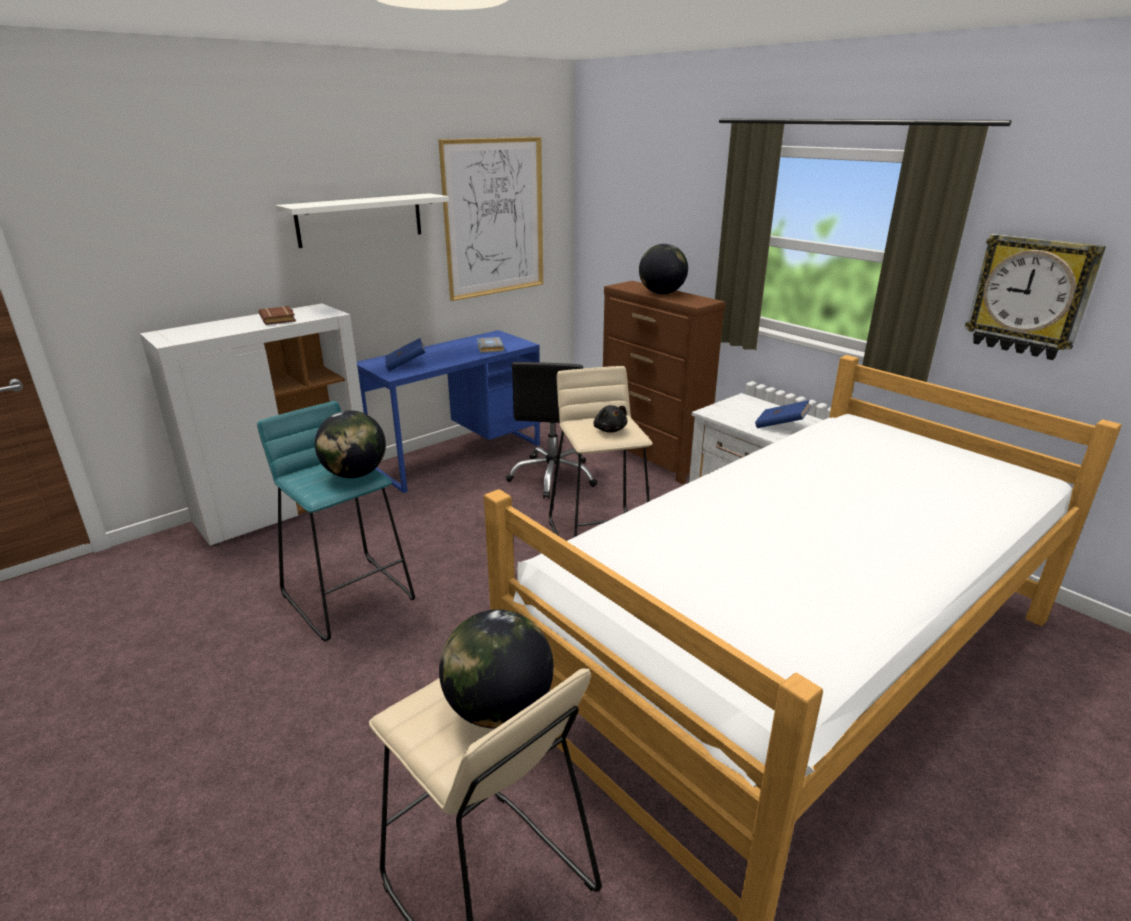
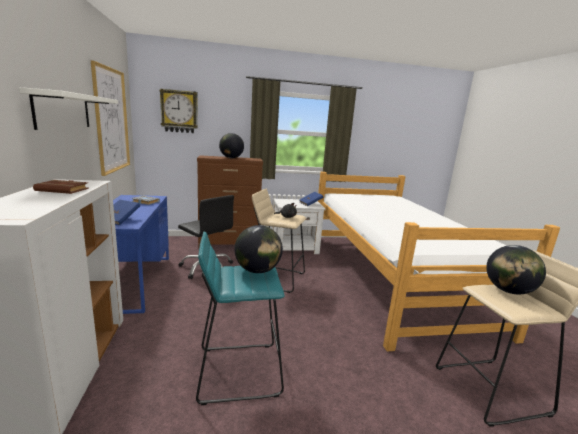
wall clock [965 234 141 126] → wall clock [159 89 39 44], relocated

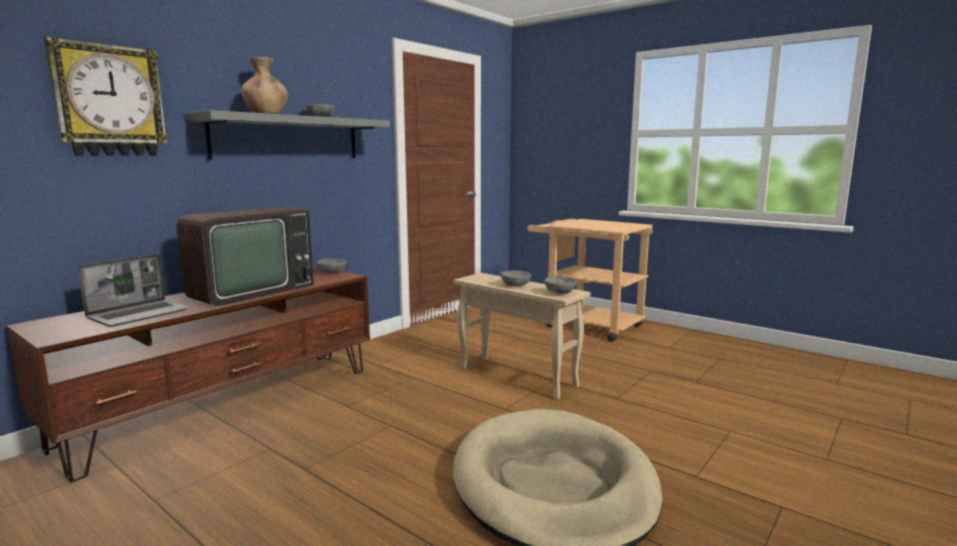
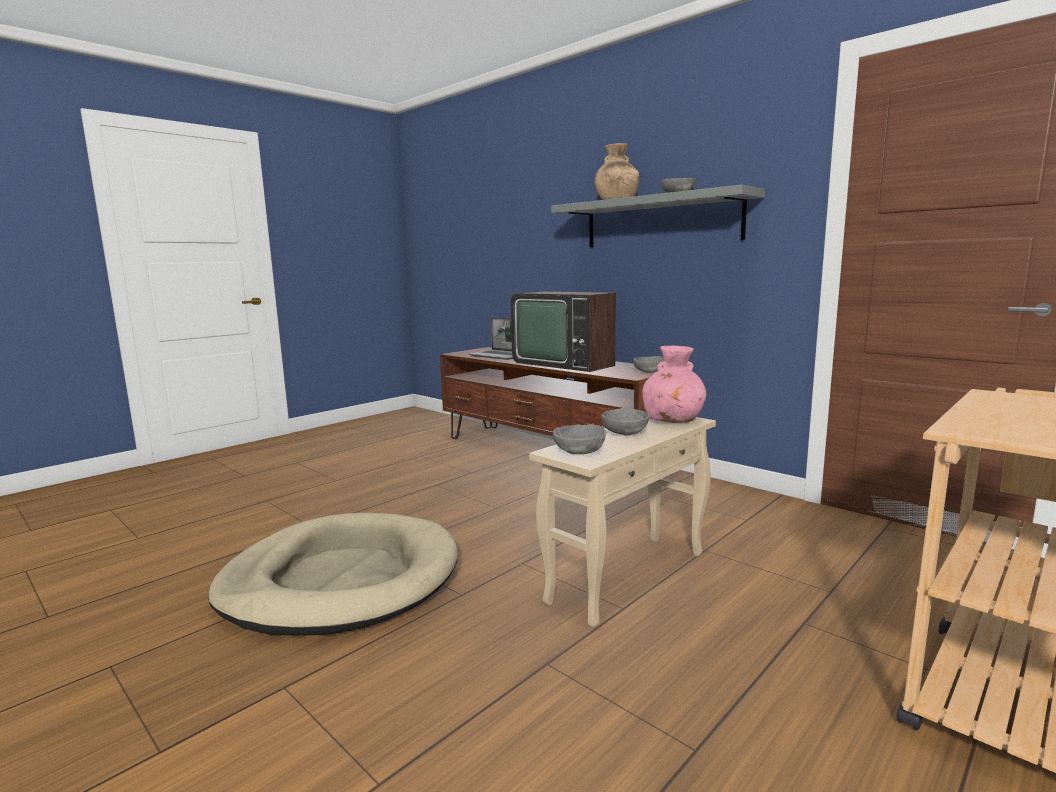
wall clock [44 37 124 119] → -
- → pink vase [642 346 64 77]

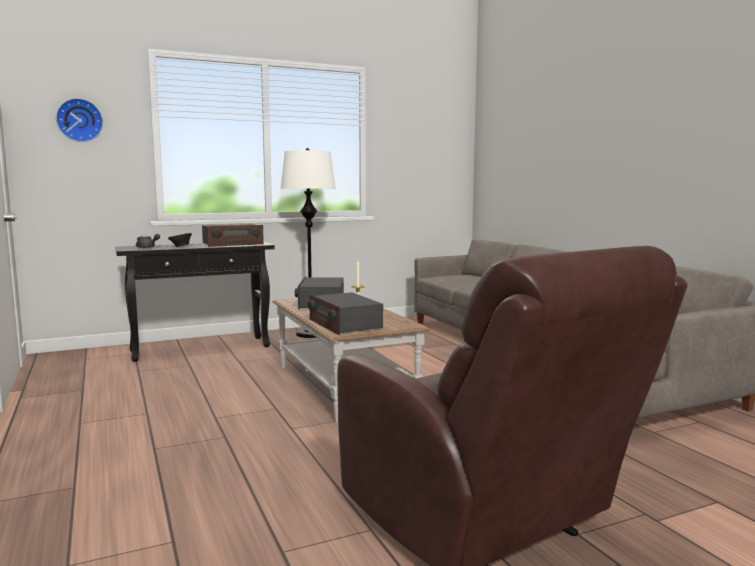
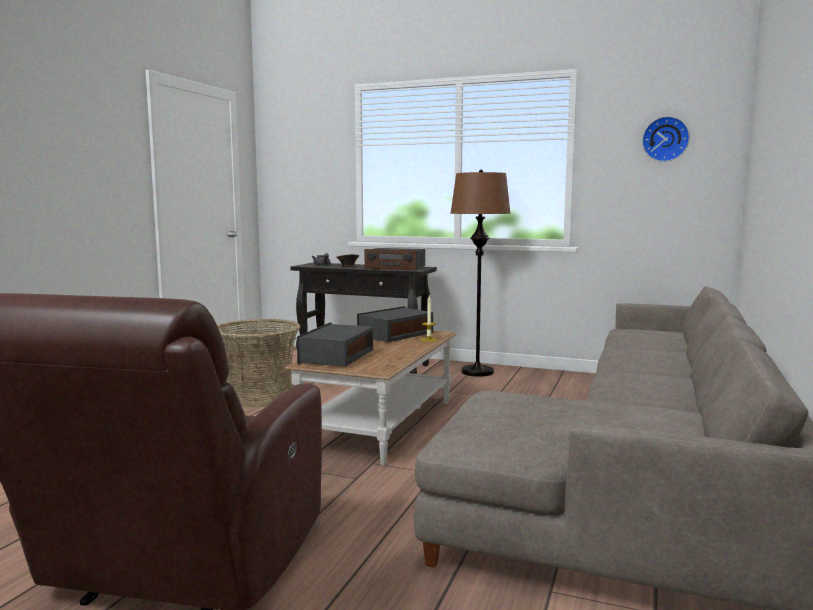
wall clock [56 98 47 44] → wall clock [642 116 48 46], relocated
white floor lamp [281 148 55 190] → brown floor lamp [450 170 61 207]
- → basket [217 319 83 88]

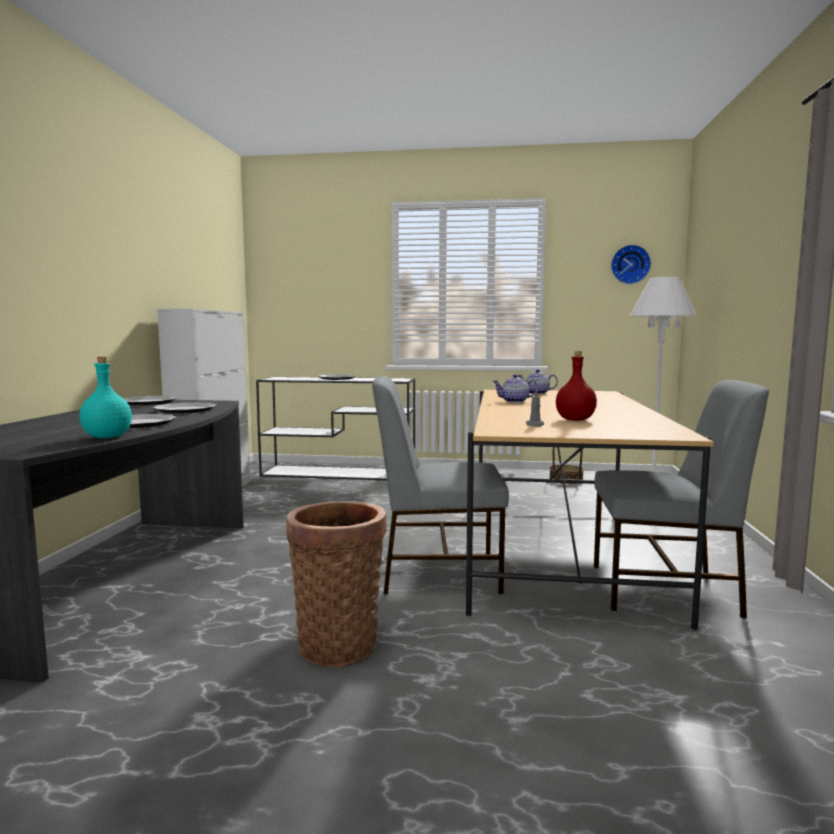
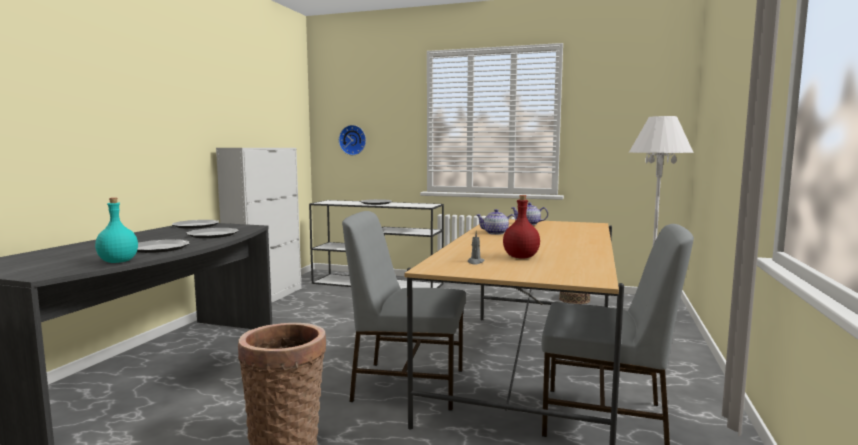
wall clock [611 245 40 39] → wall clock [339 125 27 30], relocated

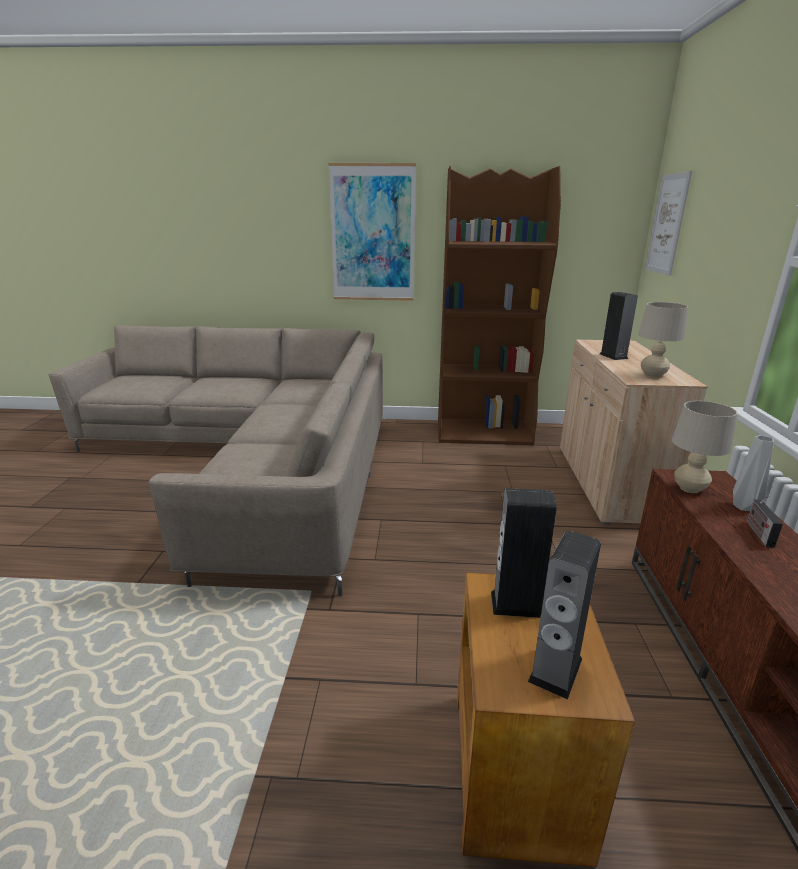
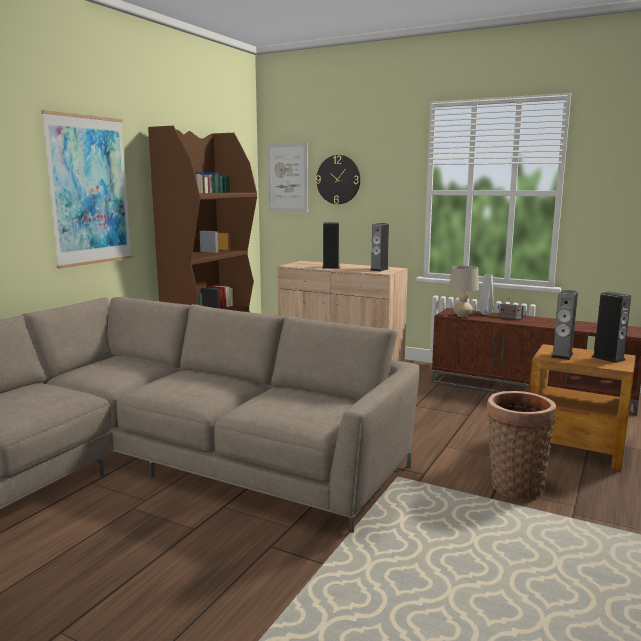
beige table lamp [638 302 50 76] → speaker [370 223 19 48]
- → wall clock [316 155 44 49]
- → basket [487 391 69 109]

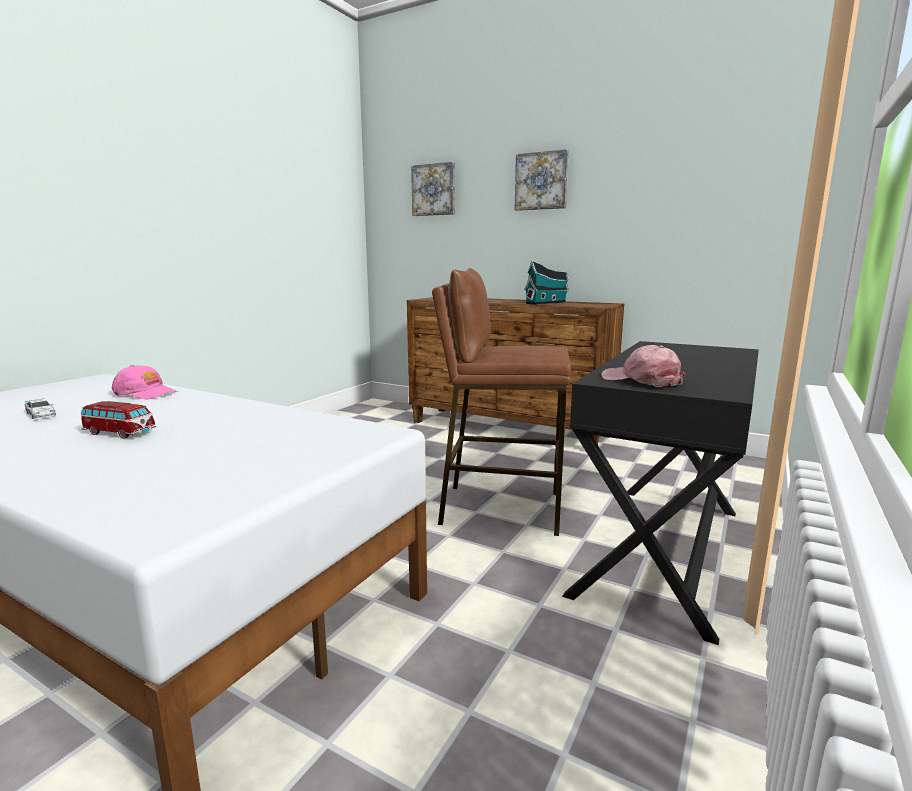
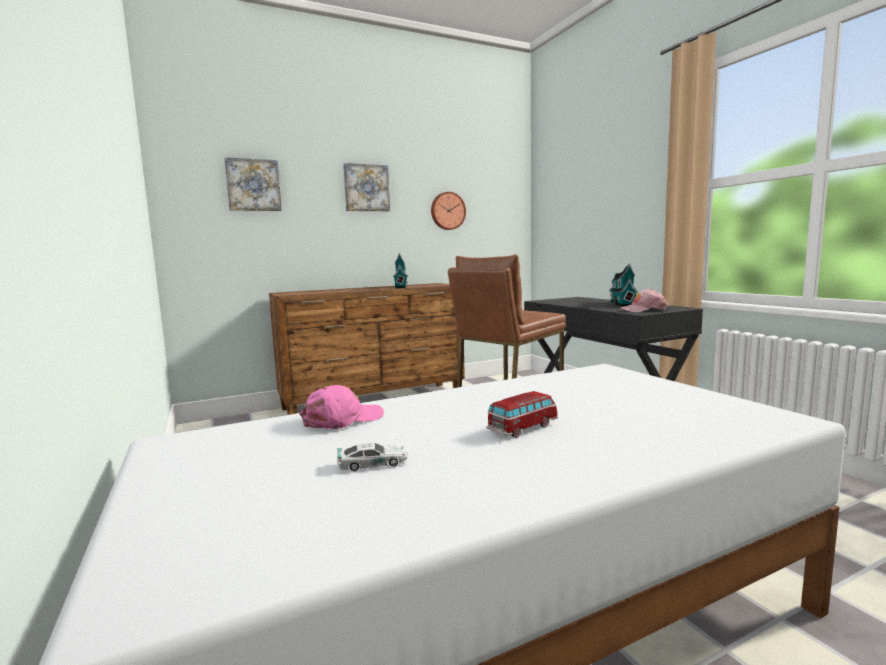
- → wall clock [431 192 35 38]
- → toy house [609 263 29 44]

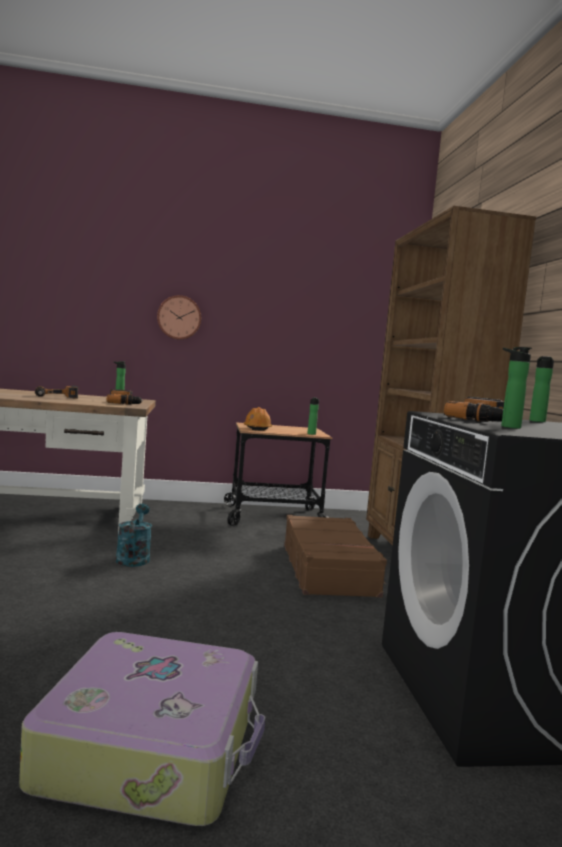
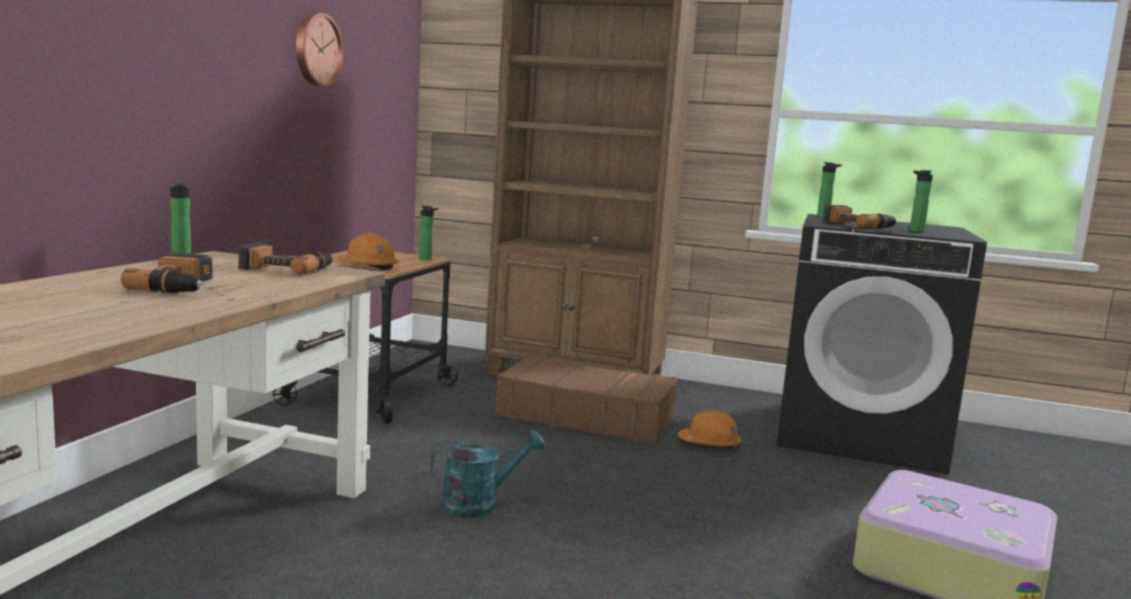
turquoise watering can [115 504 37 63] → turquoise watering can [430 430 115 88], 135 degrees clockwise
wall clock [157 295 44 45] → wall clock [296 13 48 74], relocated
- → orange hard hat [678 410 63 39]

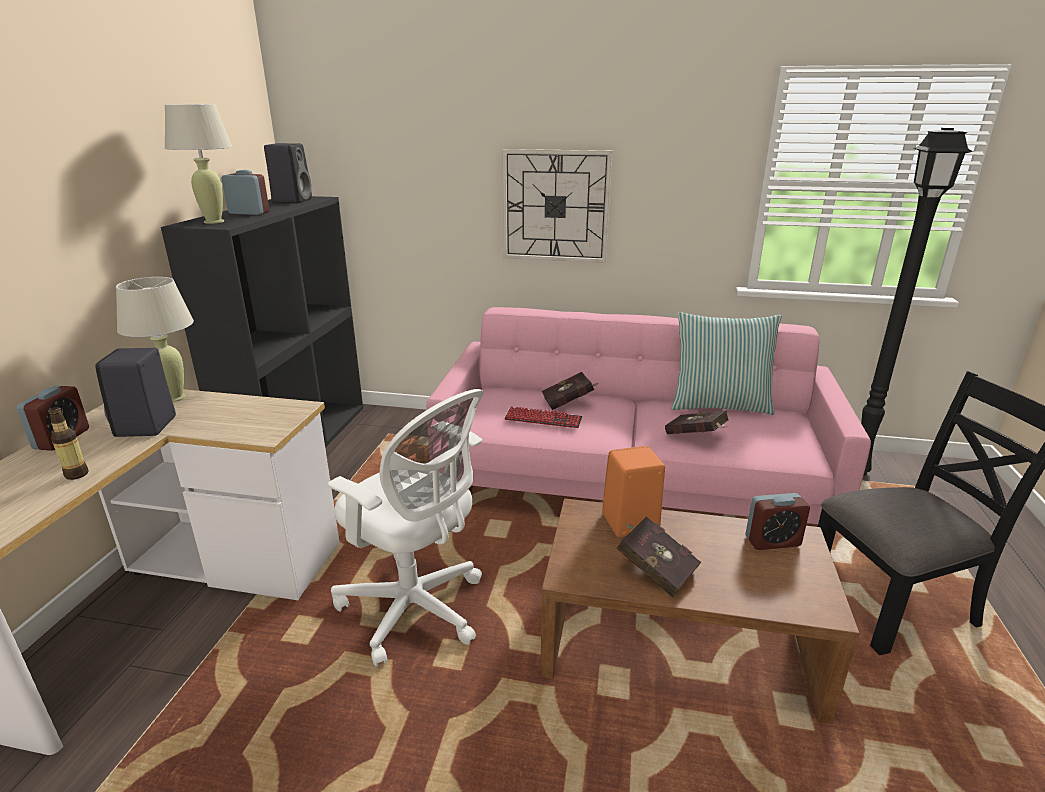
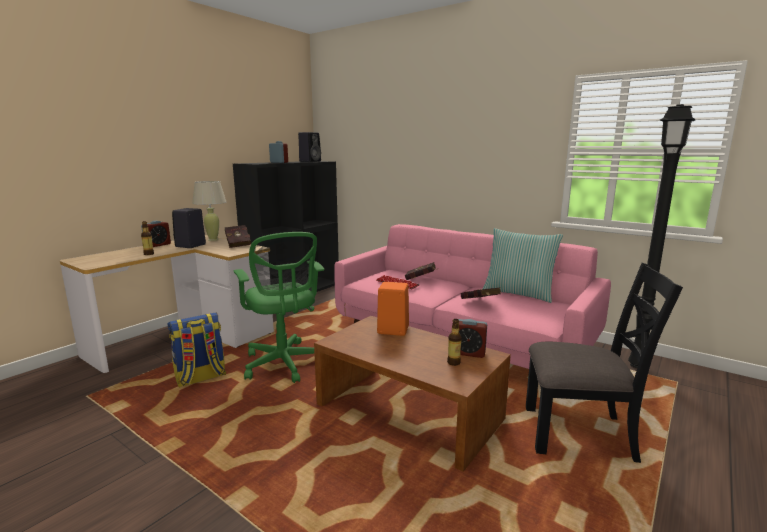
beige table lamp [165 104 68 120] → -
white office chair [327 389 157 278] → green office chair [234 232 90 151]
wall clock [502 149 110 114] → -
red book [617 516 84 81] → red book [224 225 27 23], relocated
- → backpack [167 312 59 76]
- → bottle [447 319 15 47]

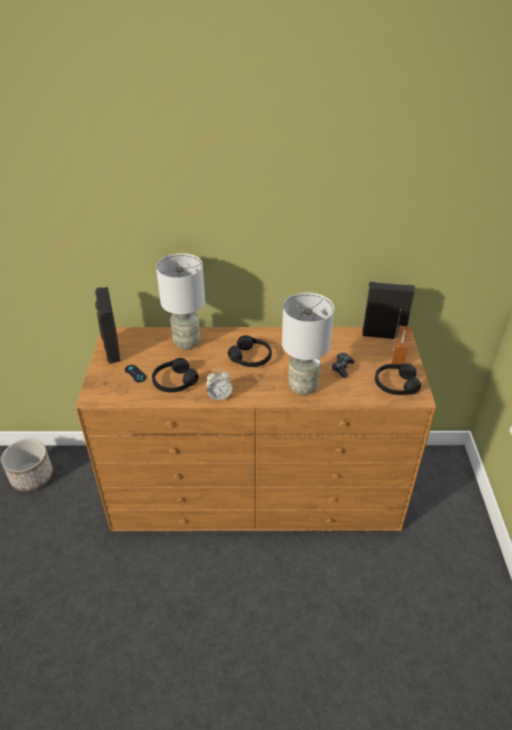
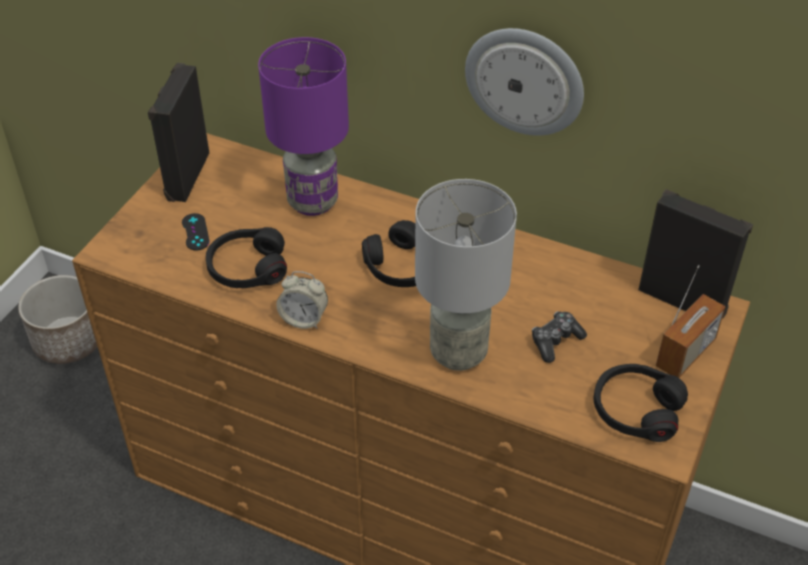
grey table lamp [156 253 49 97] → purple table lamp [258 37 91 179]
- → wall clock [465 28 119 108]

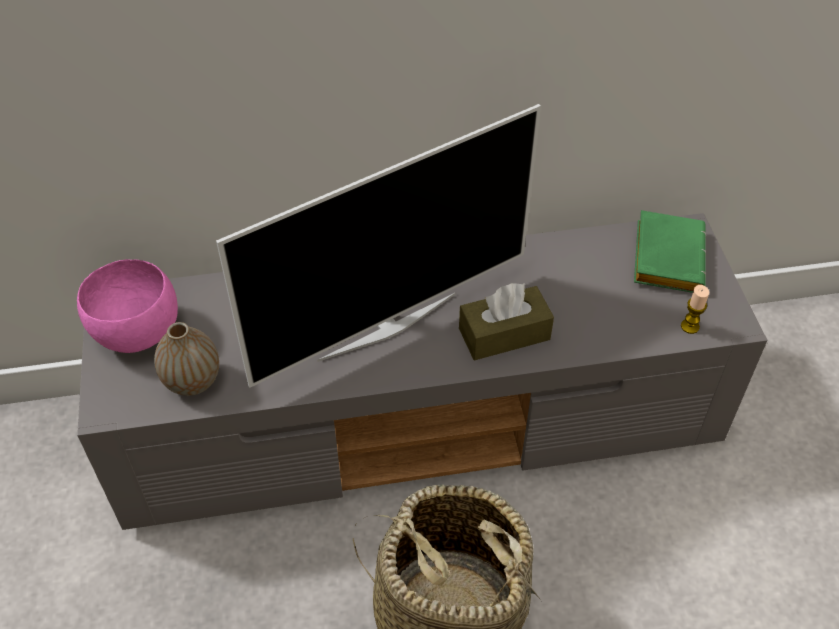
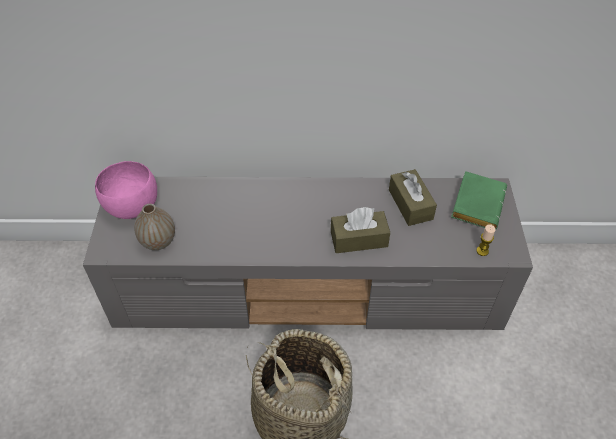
television [216 104 325 284] → -
- → brown tissue box [389 169 48 57]

